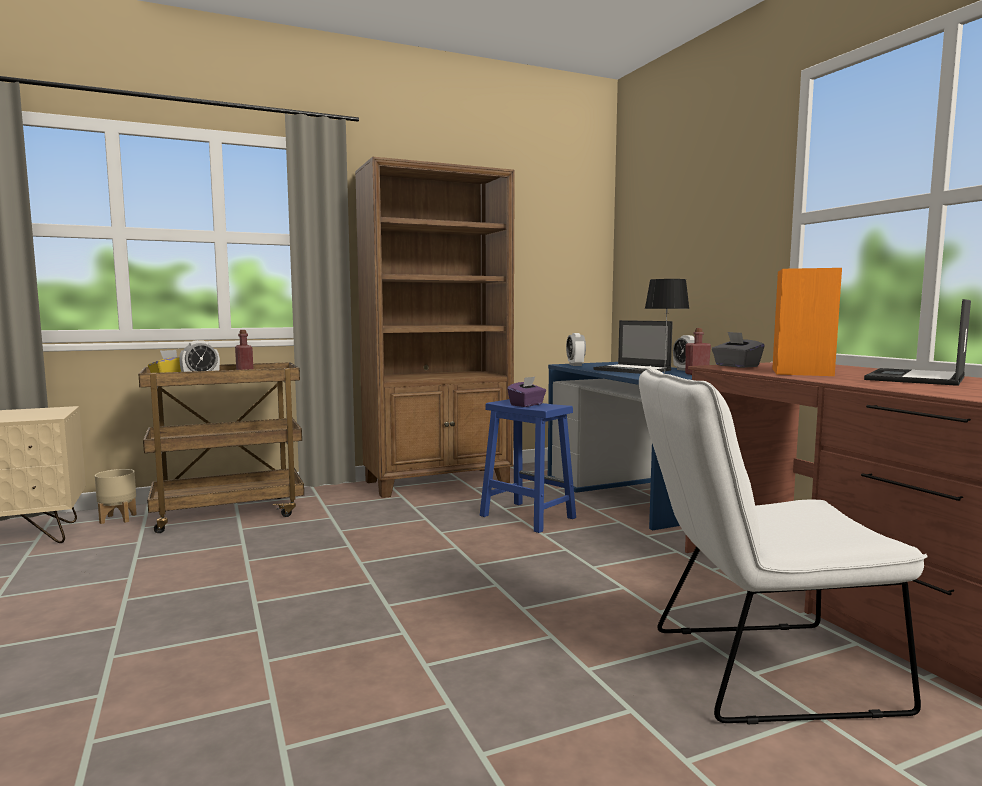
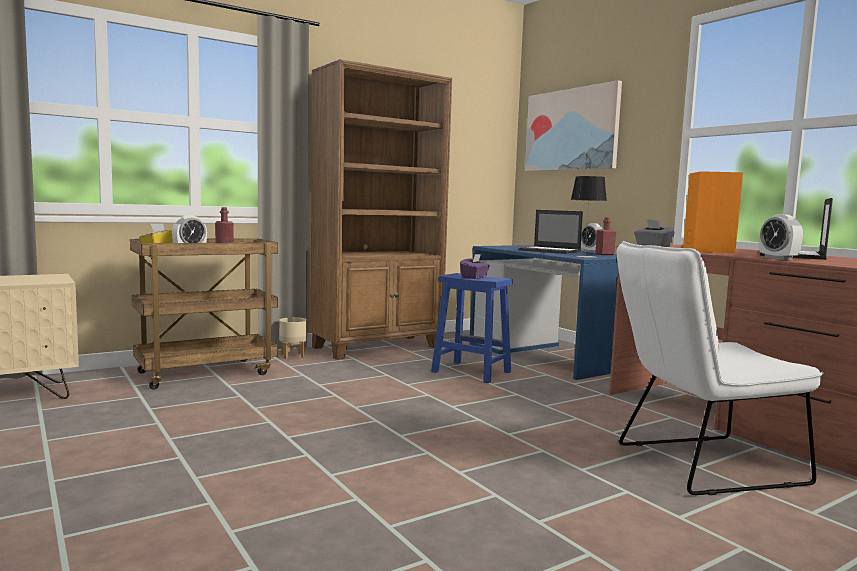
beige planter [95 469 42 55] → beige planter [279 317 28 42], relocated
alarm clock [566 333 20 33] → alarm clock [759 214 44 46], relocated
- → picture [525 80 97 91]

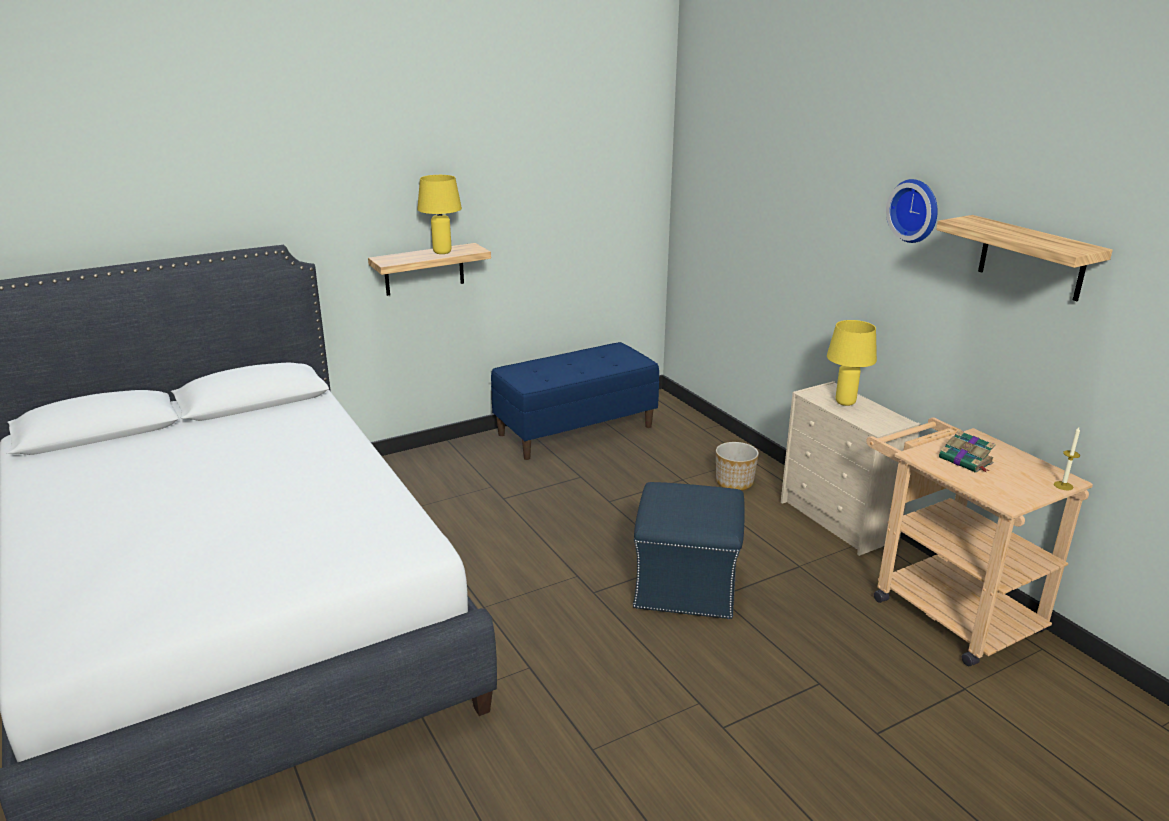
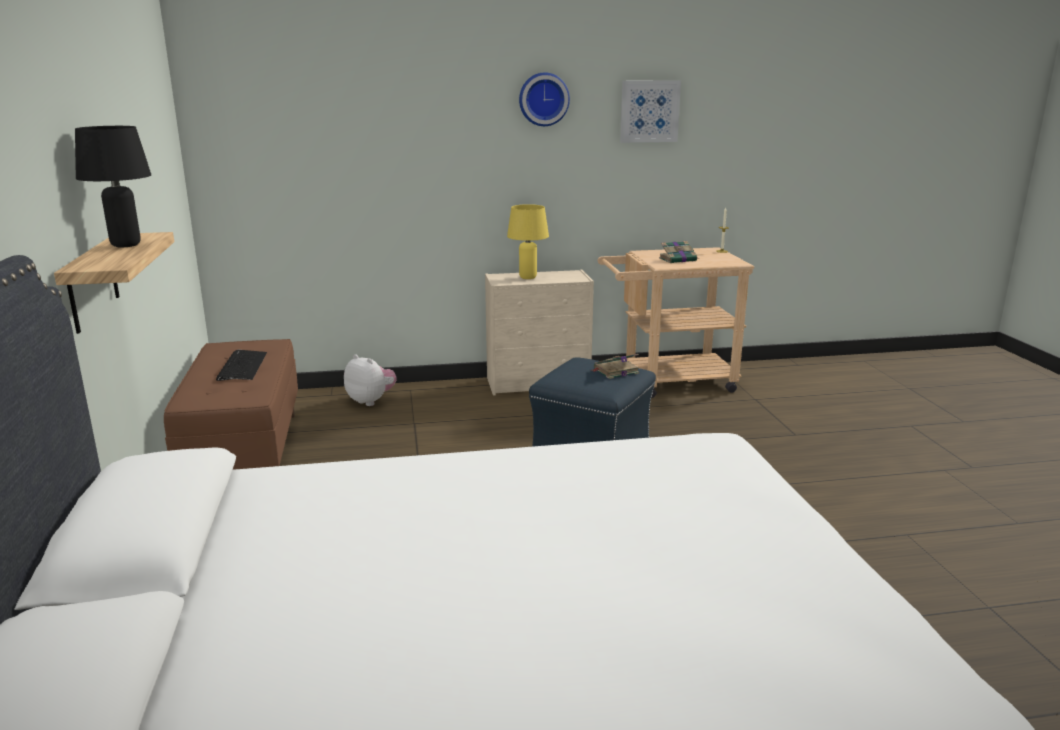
yellow table lamp [417 175 45 79] → black table lamp [75 126 76 121]
blue bench [491 342 168 118] → brown bench [164 339 134 131]
planter [716 442 43 48] → -
shelf [936 215 177 86] → picture [620 80 61 63]
- → keyboard [216 350 51 31]
- → plush toy [344 354 53 52]
- → book [591 354 48 25]

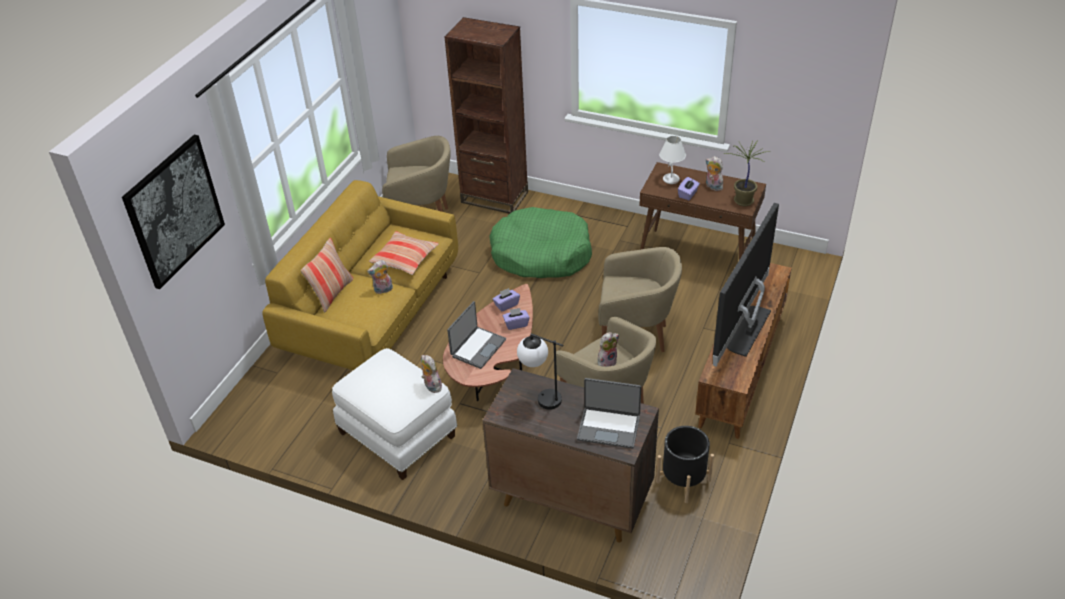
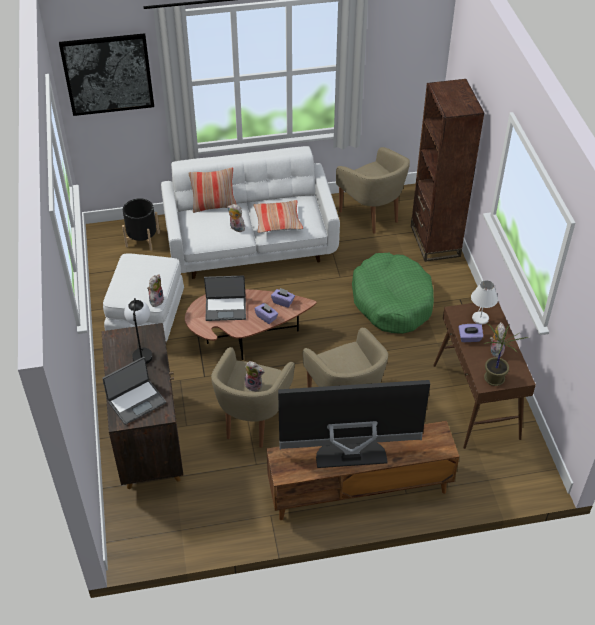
yellow sofa [262 180 196 190] → white sofa [161 146 179 133]
laptop [577 378 64 71] → laptop [102 357 64 68], 105 degrees counterclockwise
black planter [656 426 58 77] → black planter [122 198 38 53], relocated

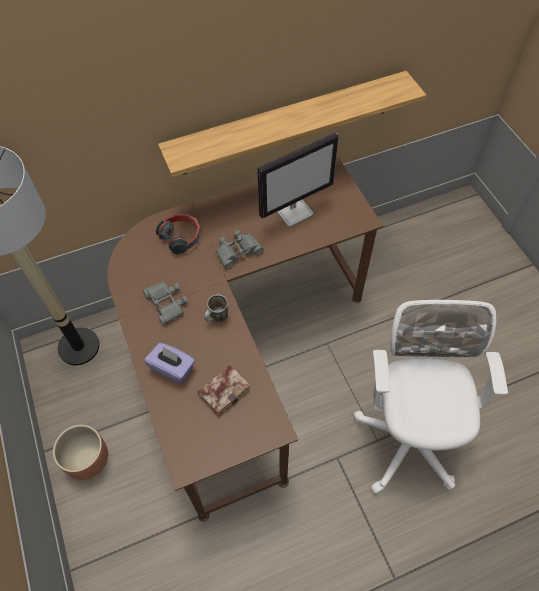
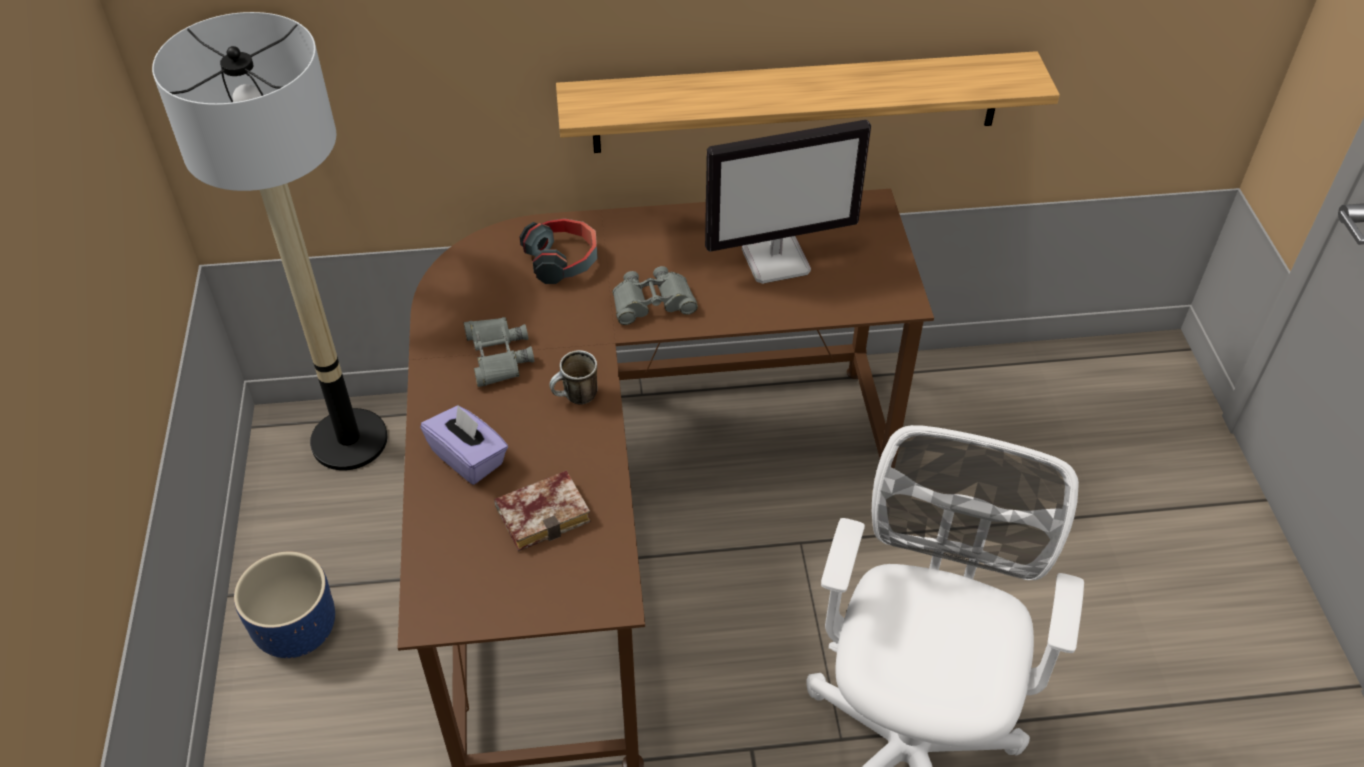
brown planter [53 425 55 55] → blue planter [234 552 101 106]

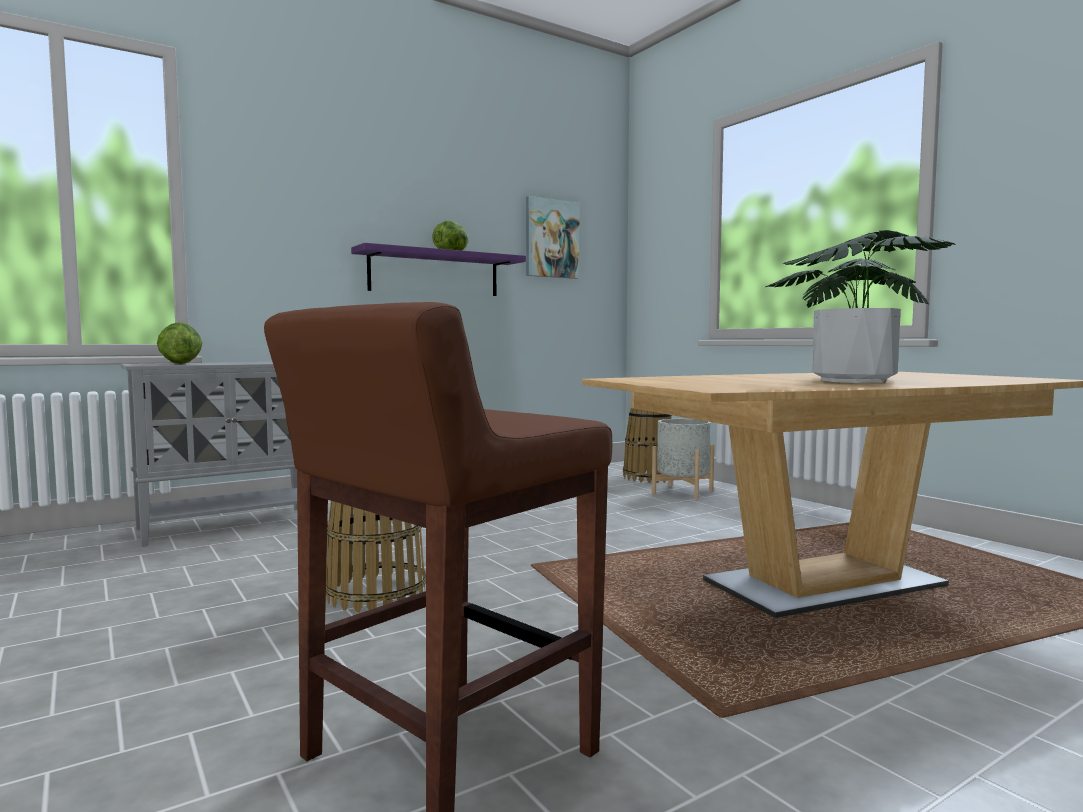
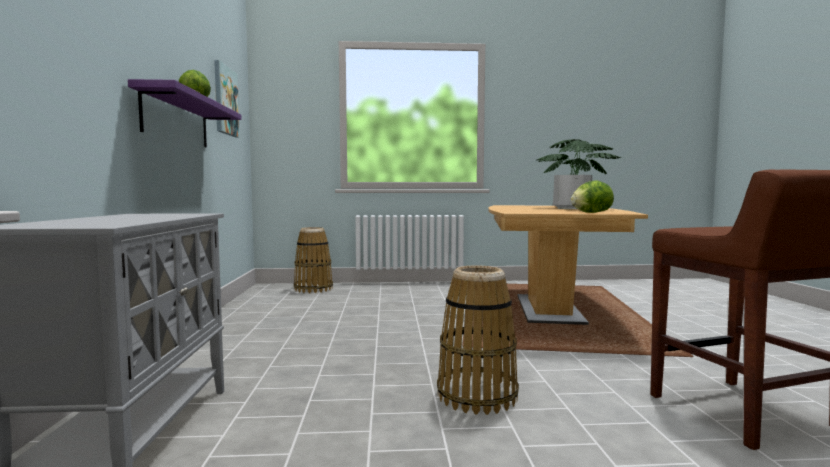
lettuce [157 322 45 42] → lettuce [571 180 43 33], relocated
grey planter [652 419 62 80] → -

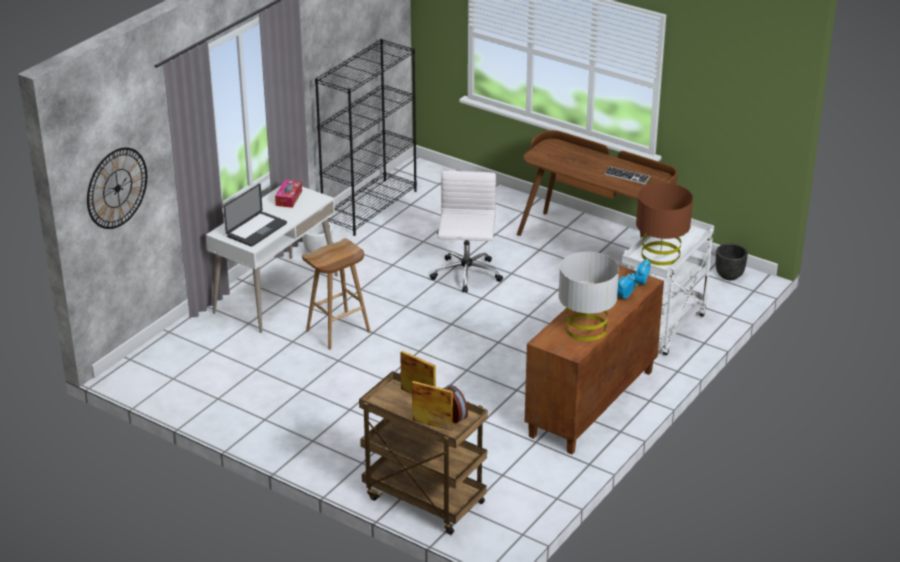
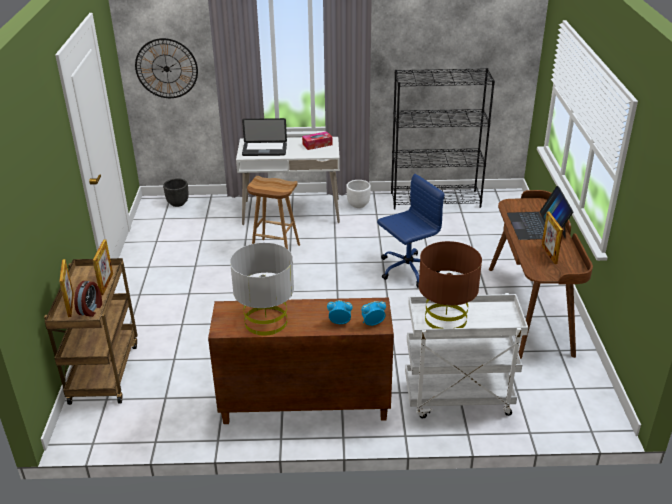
white office chair [430 171 73 122] → blue office chair [377 174 68 114]
keyboard [604 166 46 18] → picture frame [542 211 21 53]
black planter [716 243 32 37] → black planter [163 178 26 29], relocated
- → laptop [507 186 66 54]

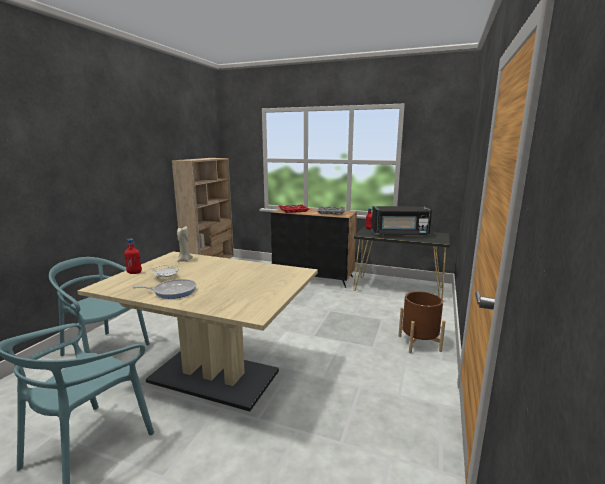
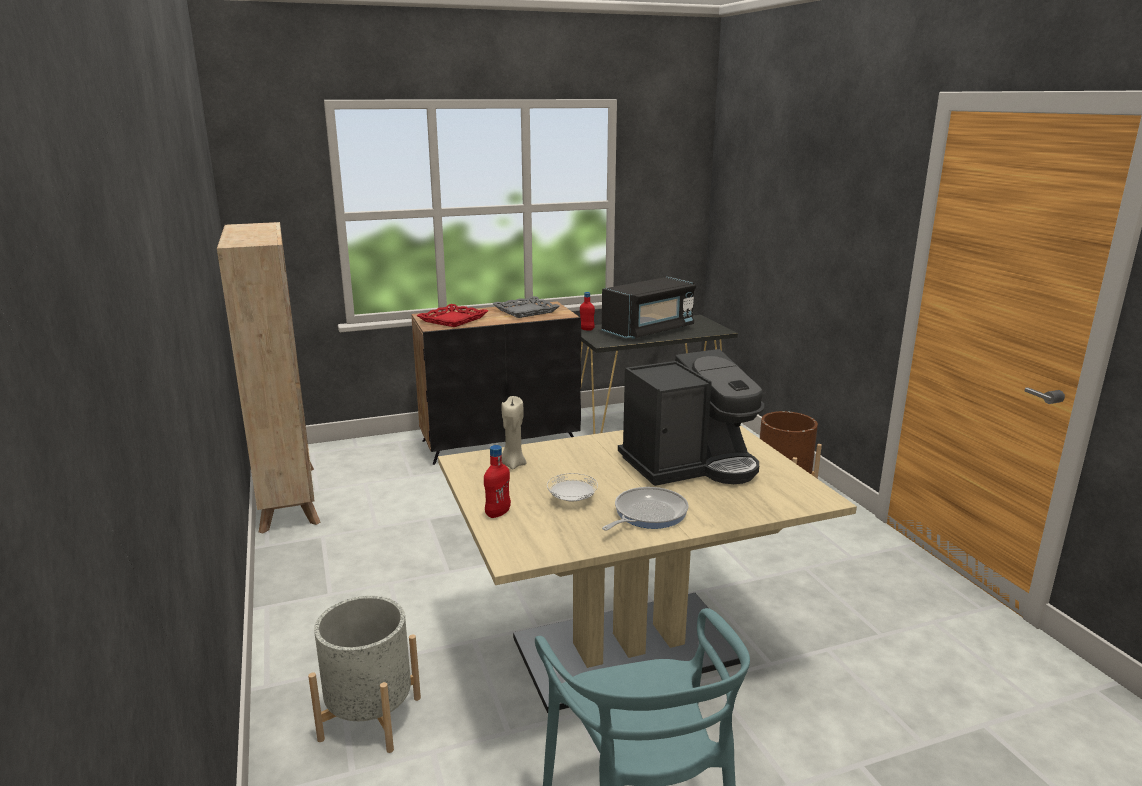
turquoise chair [49 257 101 99] → grey planter [308 596 113 157]
- → coffee machine [618 349 146 137]

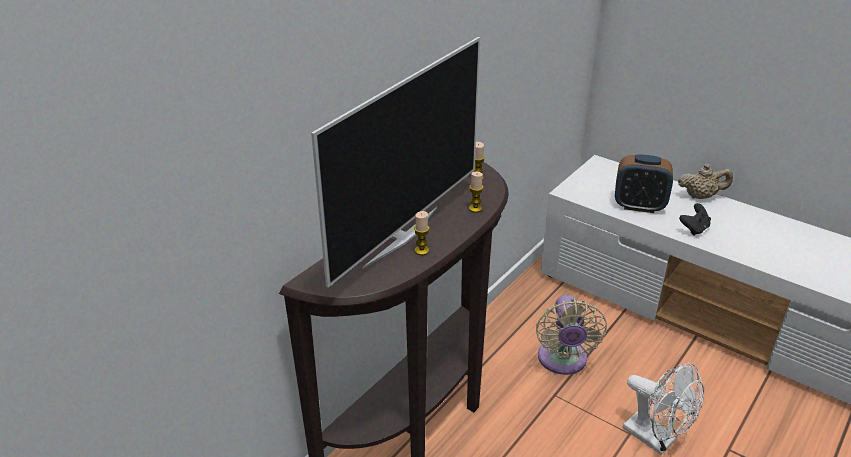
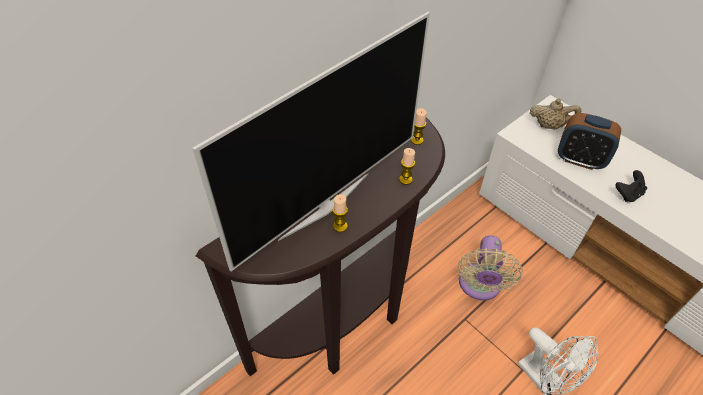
beige teapot [678 164 55 35] → beige teapot [530 99 51 31], relocated

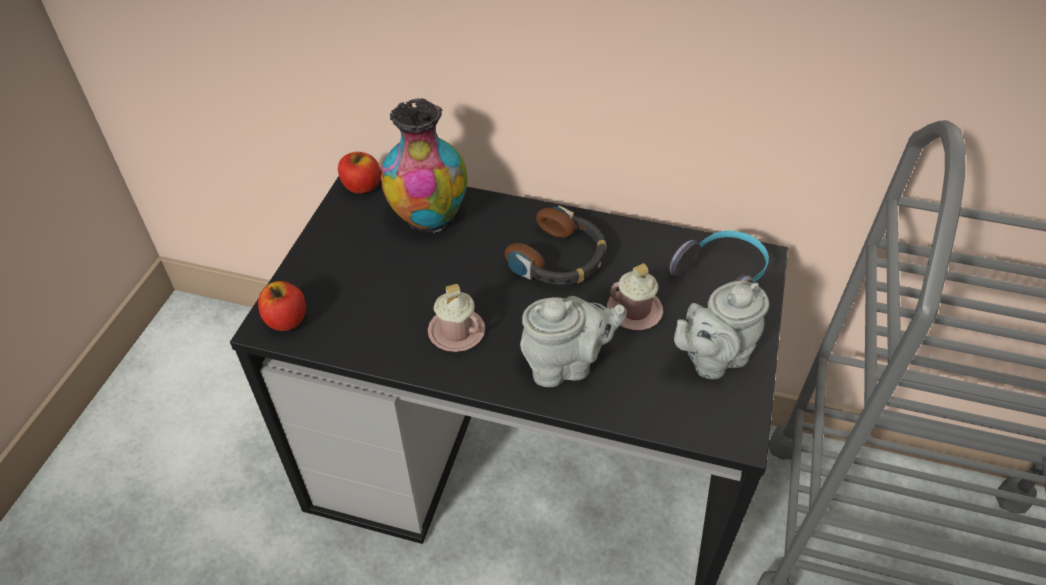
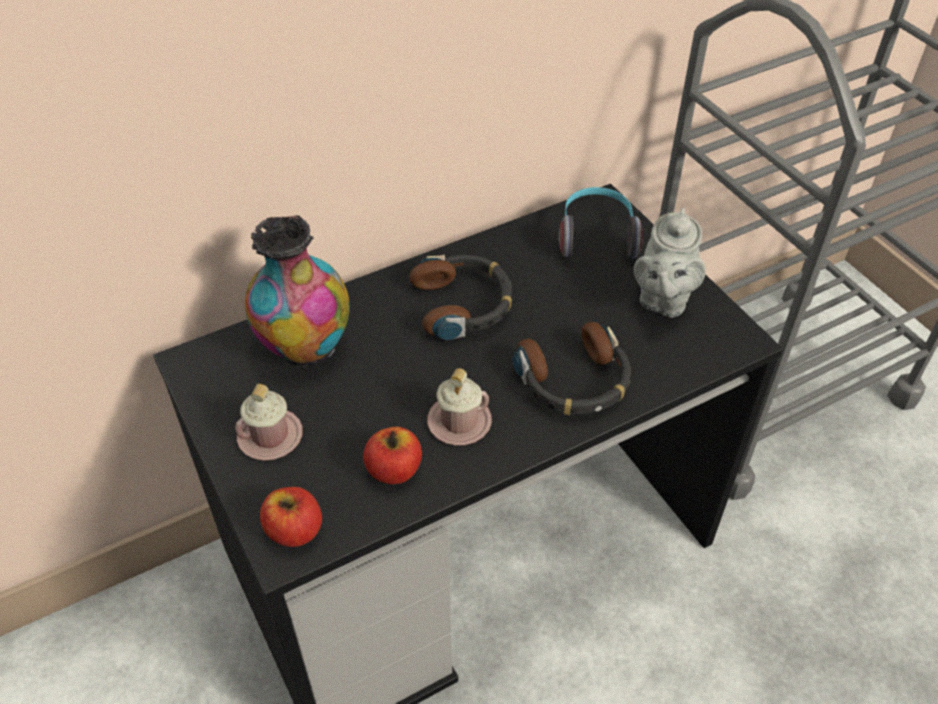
apple [338 152 43 42] → apple [363 427 59 57], relocated
grey teapot [520 296 107 91] → headphones [513 322 118 93]
pink mug [607 263 56 67] → pink mug [235 384 68 76], relocated

